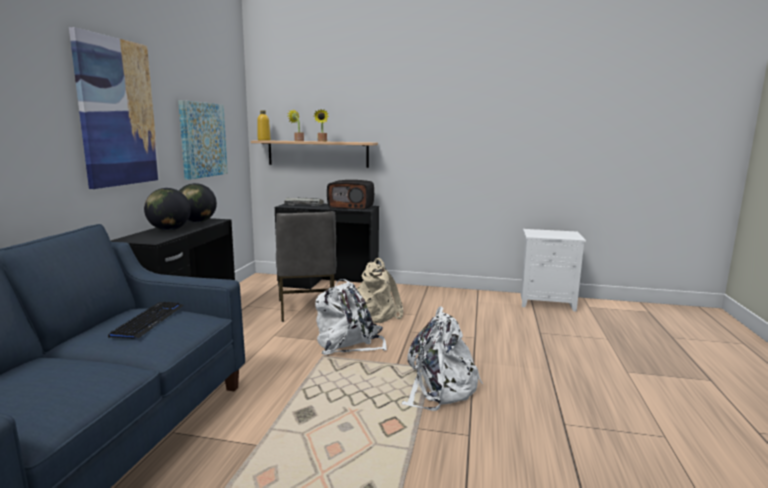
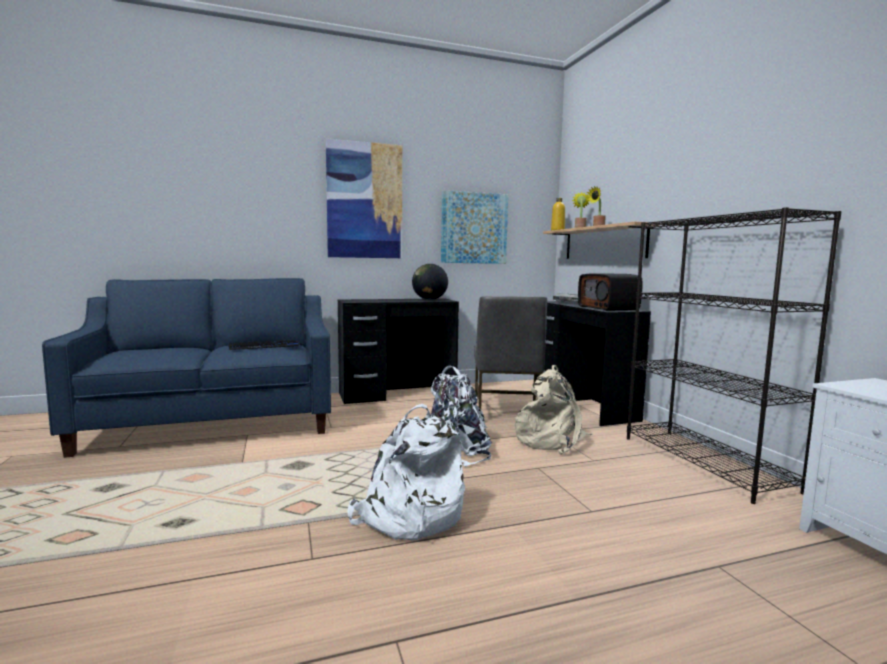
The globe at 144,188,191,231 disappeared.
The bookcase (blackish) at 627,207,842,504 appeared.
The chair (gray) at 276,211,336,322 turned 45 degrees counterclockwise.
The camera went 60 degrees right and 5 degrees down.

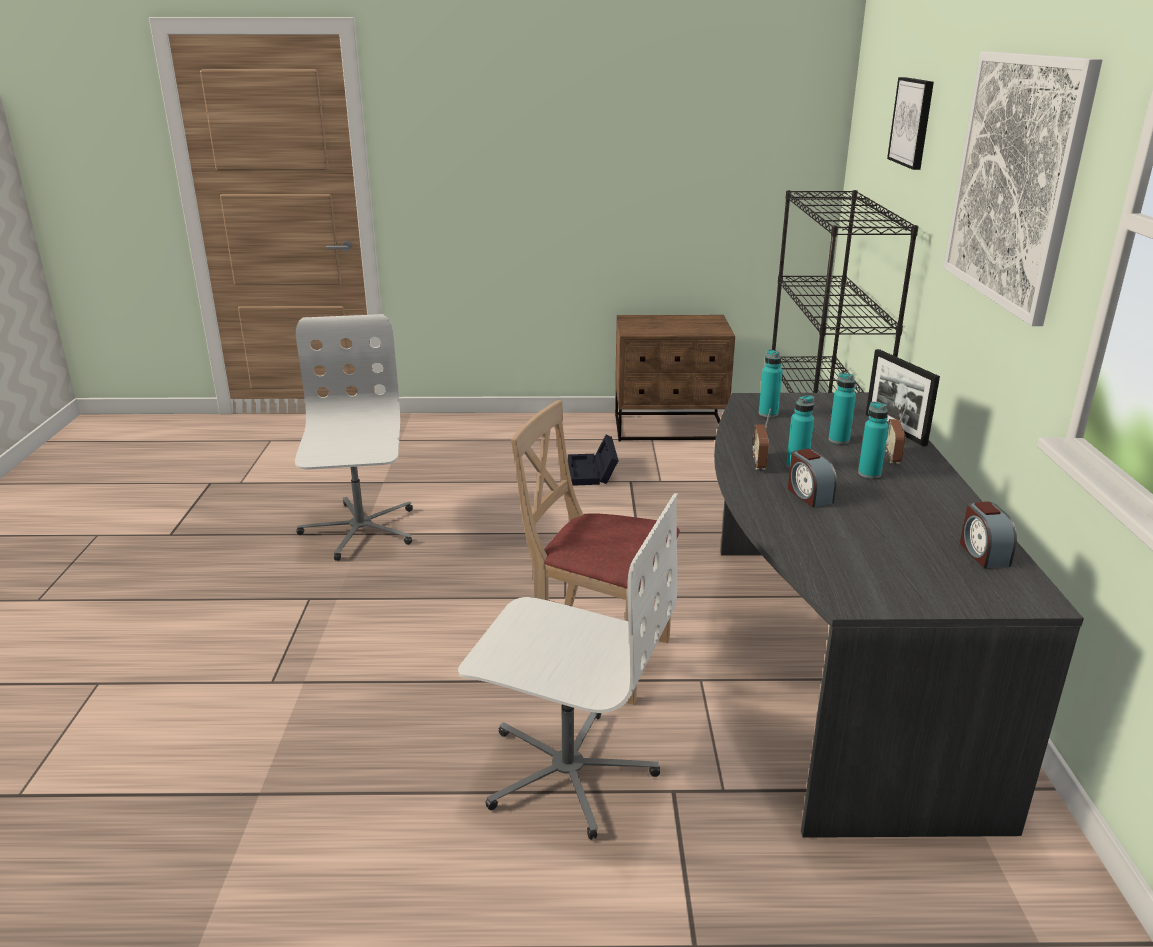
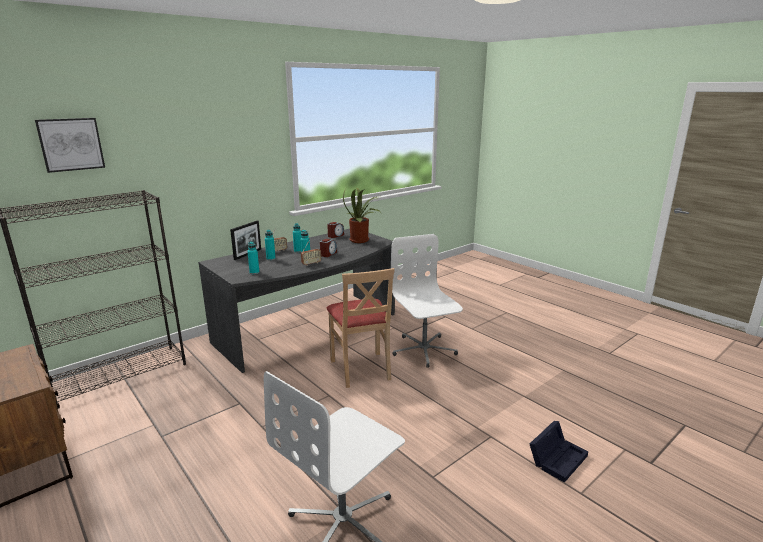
The picture at 943,52,1103,326 disappeared.
The plant in a pot at 343,187,381,243 appeared.
The storage box (blackish) moved from 568,435,619,486 to 530,421,588,483.
The camera went 130 degrees left and 5 degrees down.

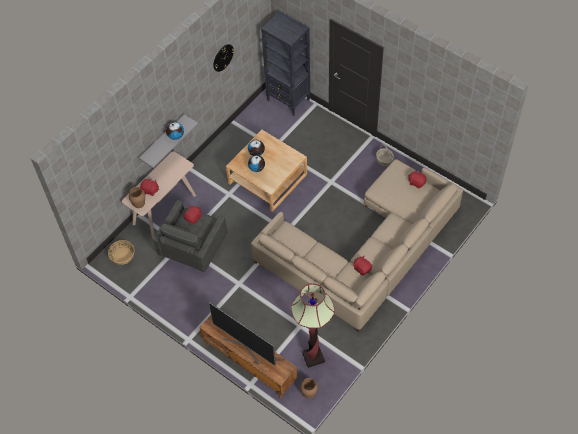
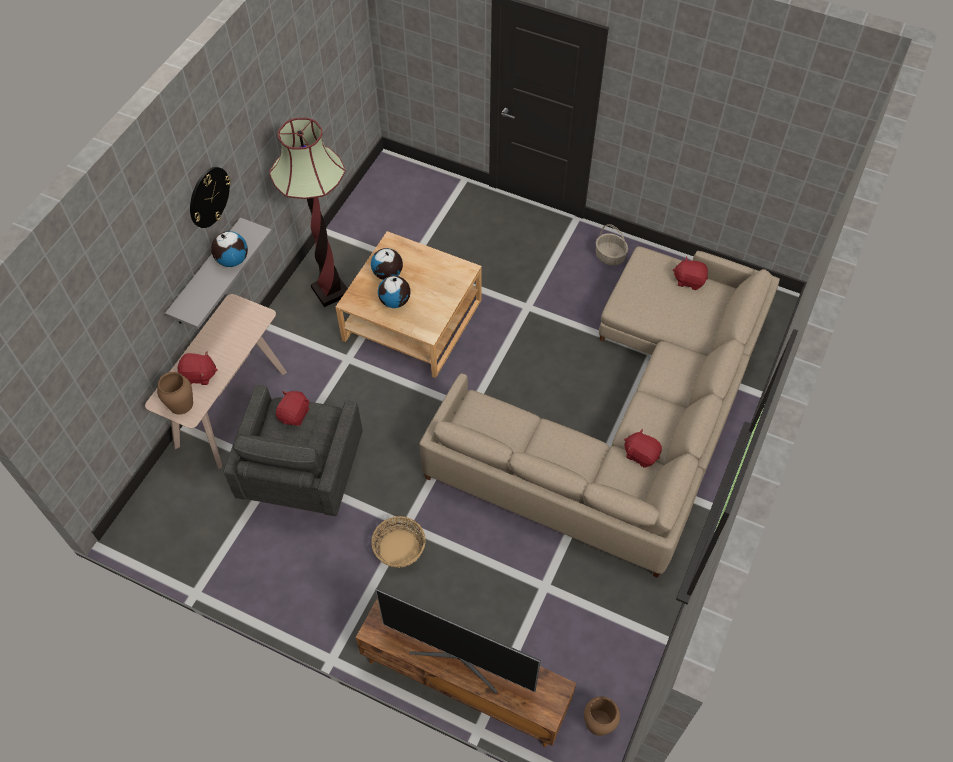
The bookcase (blackish) at 261,11,310,116 disappeared.
The household basket moved from 108,240,135,265 to 371,516,426,568.
The wall clock moved from 213,44,234,72 to 190,167,231,228.
The floor lamp moved from 291,283,335,368 to 269,118,347,307.
The camera went 15 degrees left and 0 degrees up.

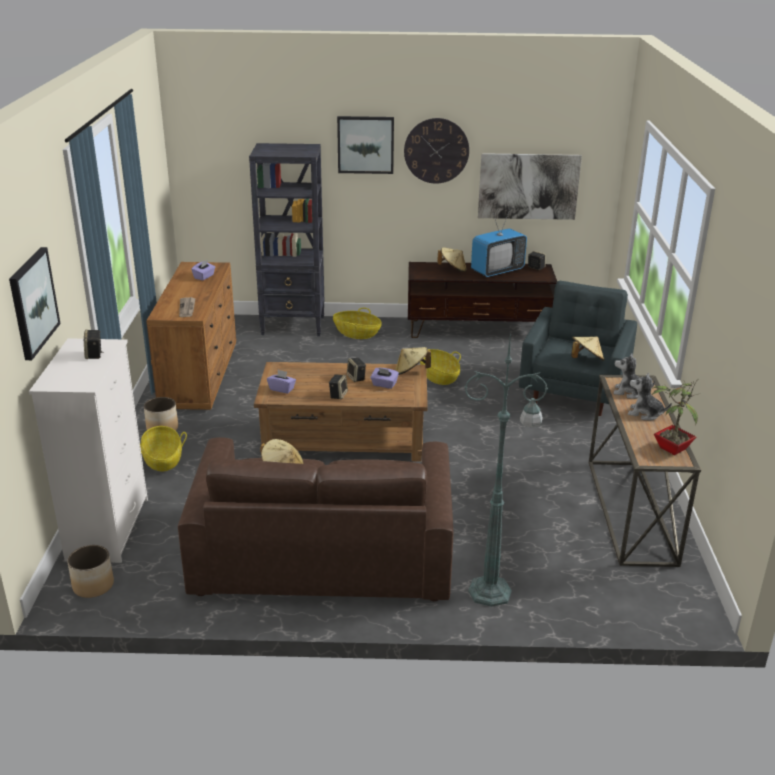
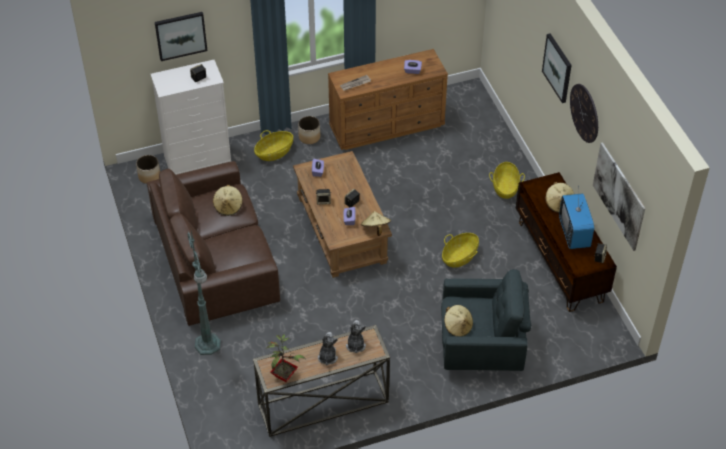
The bookcase (blackish) at 249,143,324,336 disappeared.
The TV at 471,208,527,277 turned 45 degrees clockwise.
The camera went 70 degrees right and 20 degrees up.

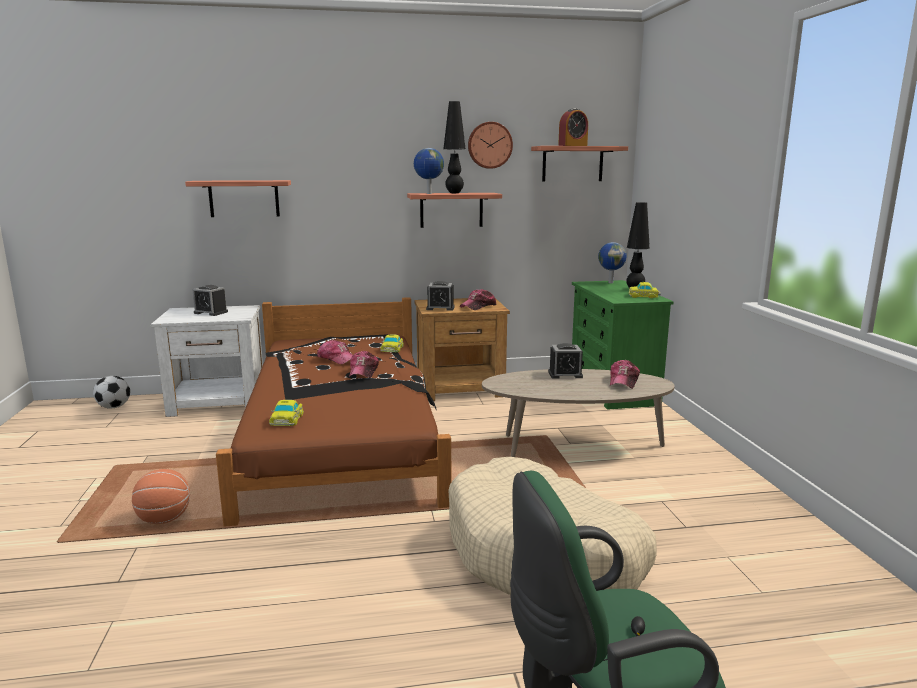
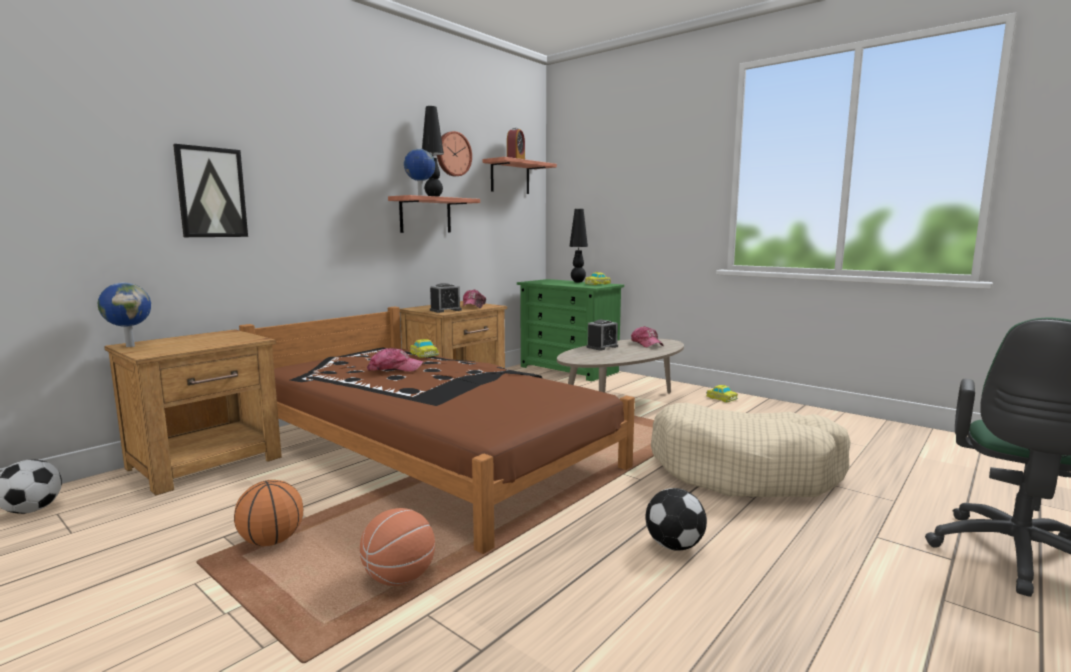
The table clock at 192,285,228,316 disappeared.
The baseball cap at 349,351,379,378 disappeared.
The ball for basketball at 234,480,303,546 appeared.
The football ball at 645,488,707,551 appeared.
The miniature car moved from 269,400,304,426 to 706,385,738,403.
The globe moved from 598,242,627,283 to 98,283,151,347.
The wall shelf at 185,180,291,217 was replaced by the picture at 173,144,248,237.
The night table (white-coloured) at 151,305,263,417 became the night table (brownish) at 105,329,282,495.
The camera went 40 degrees left and 5 degrees down.

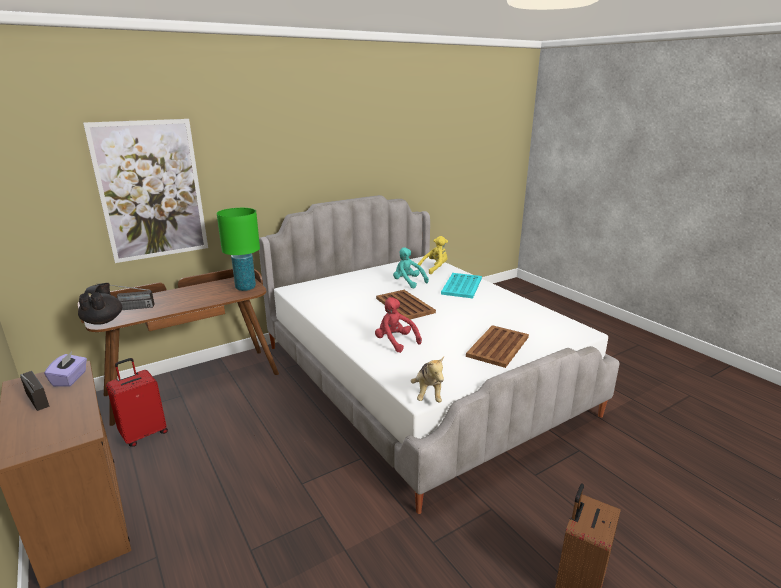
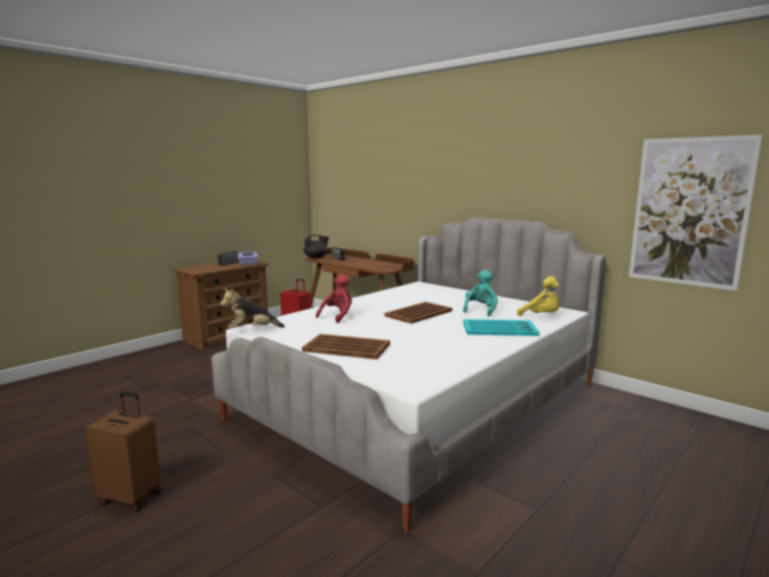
The table lamp (green-coloured) at 216,208,260,291 disappeared.
The picture moved from 83,119,208,263 to 629,135,762,291.
The camera went 75 degrees right and 10 degrees down.

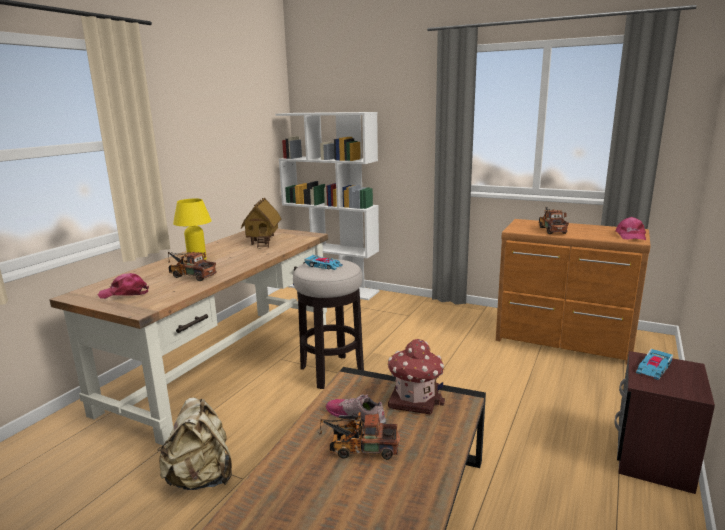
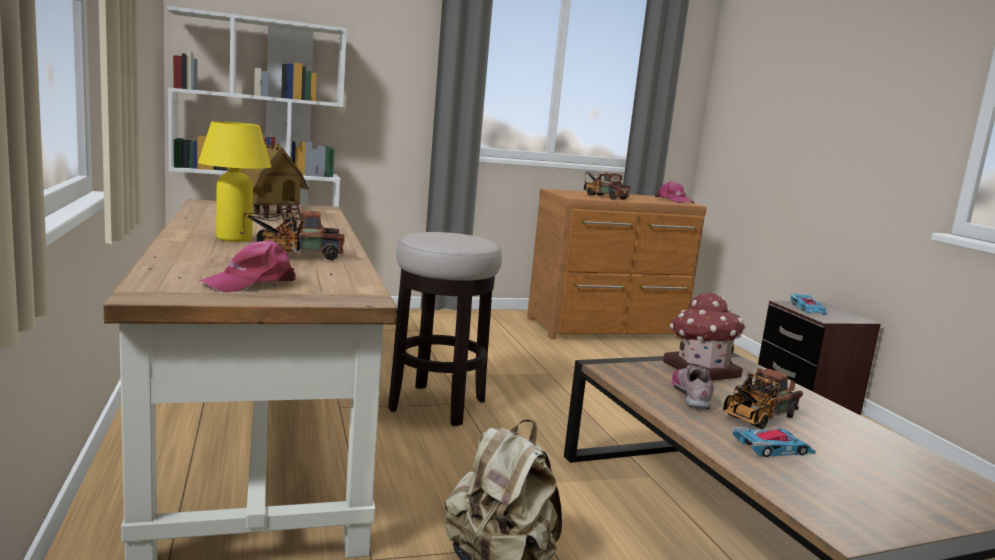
The miniature car moved from 304,255,343,270 to 732,427,816,457.
The low shoe at 326,394,386,424 turned 105 degrees clockwise.
The camera went 45 degrees left and 5 degrees down.

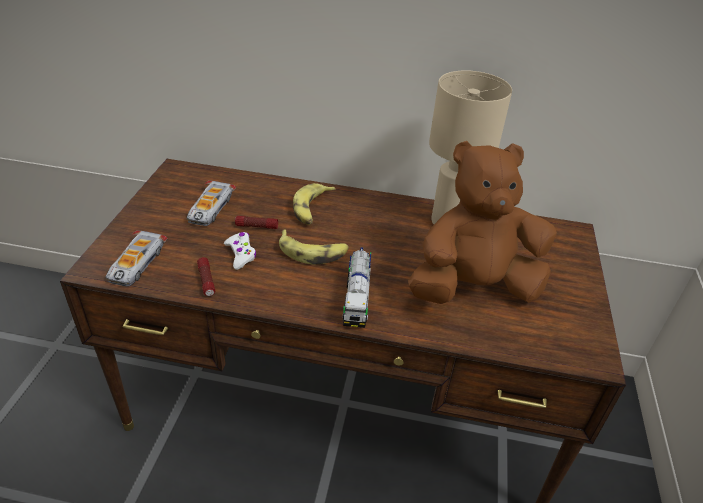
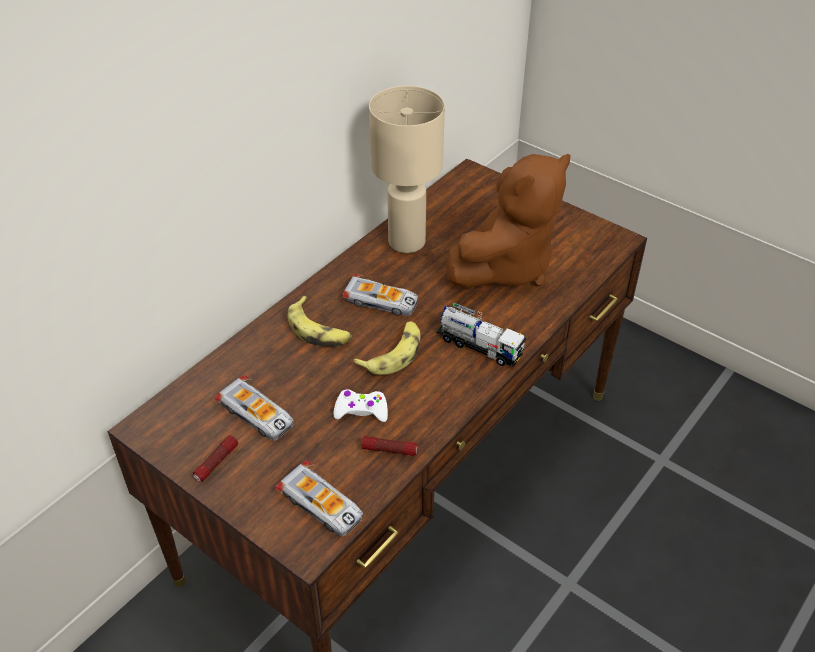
The miniature car at 343,273,418,316 appeared.
The torch moved from 235,216,278,229 to 193,435,238,482.
The cuddly toy (brownish) at 408,141,557,304 turned 150 degrees counterclockwise.
The camera went 60 degrees left and 5 degrees up.

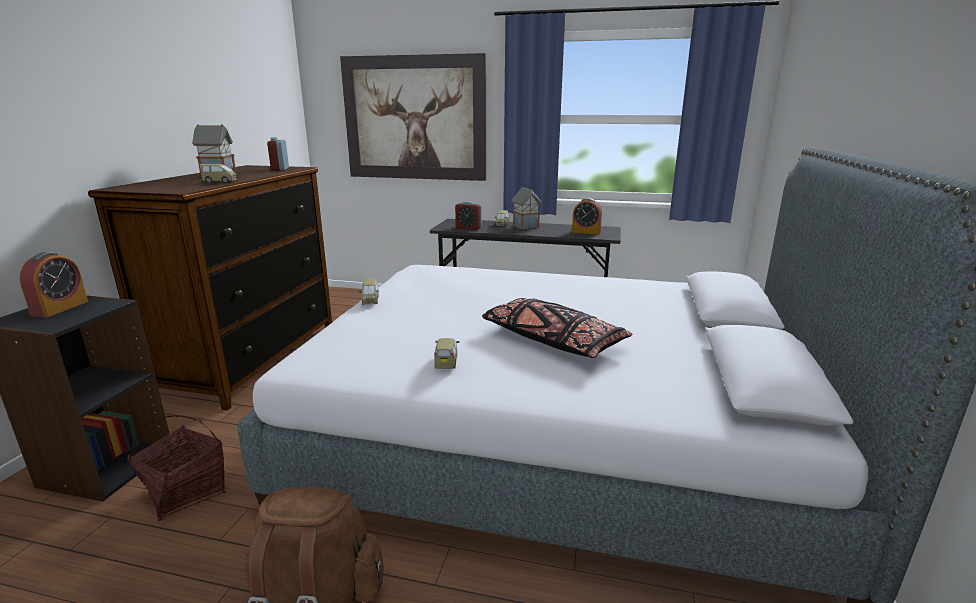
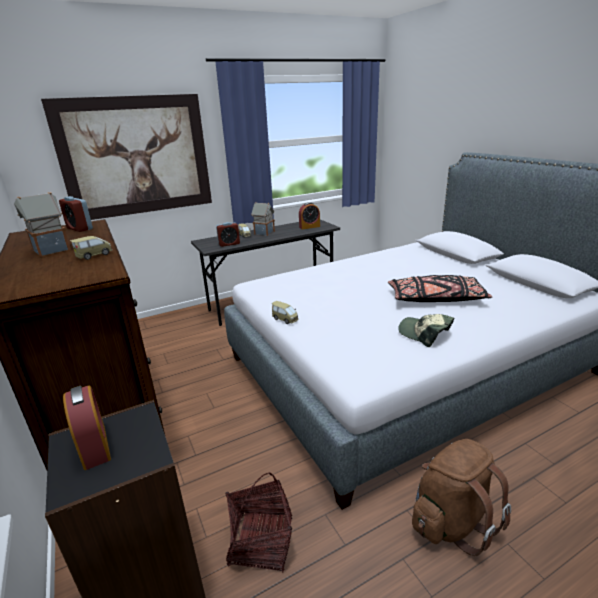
The miniature car at 434,338,459,369 was replaced by the baseball cap at 398,314,454,347.
The camera went 40 degrees left and 5 degrees up.

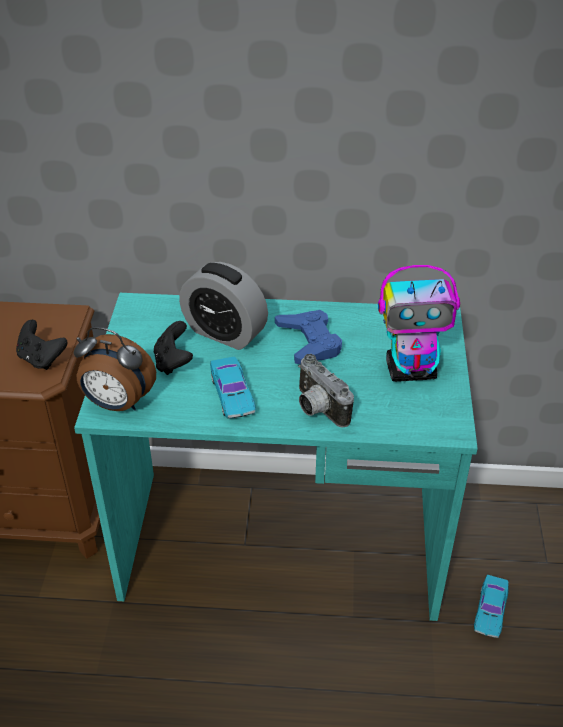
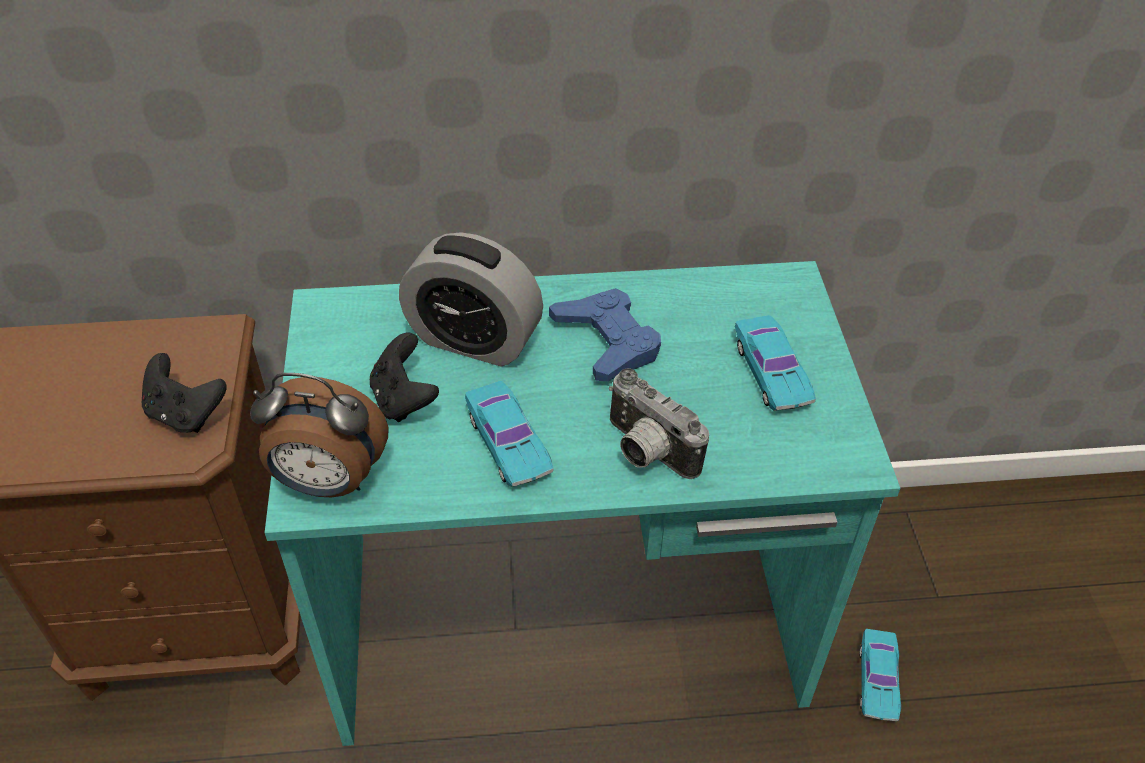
The model robot at 378,265,460,382 was replaced by the miniature car (turquoise) at 735,315,816,411.
The camera went 10 degrees left and 5 degrees up.

